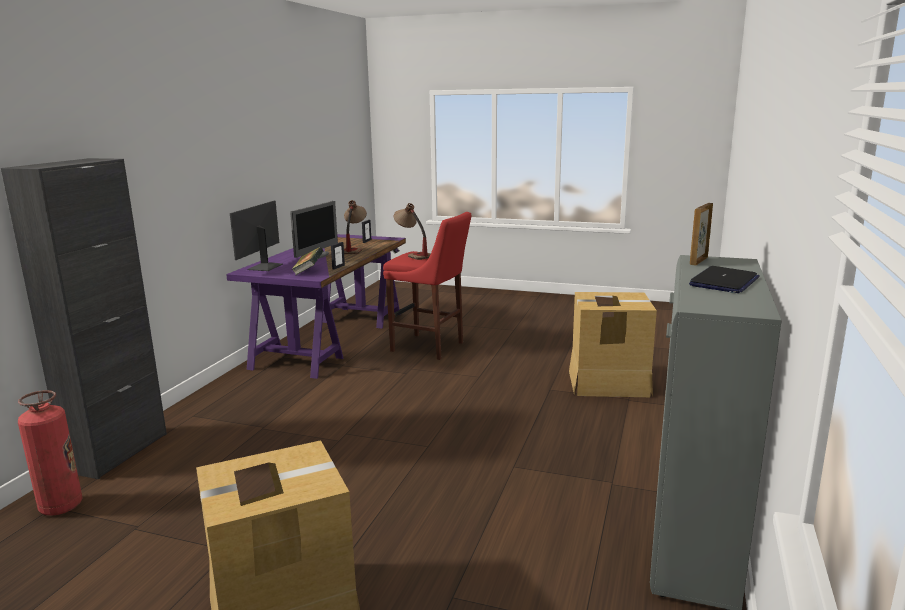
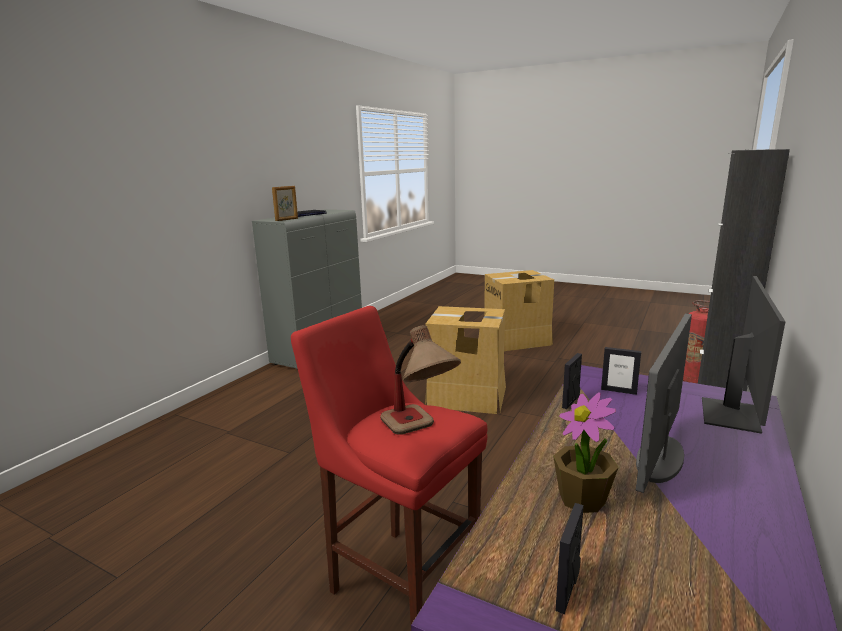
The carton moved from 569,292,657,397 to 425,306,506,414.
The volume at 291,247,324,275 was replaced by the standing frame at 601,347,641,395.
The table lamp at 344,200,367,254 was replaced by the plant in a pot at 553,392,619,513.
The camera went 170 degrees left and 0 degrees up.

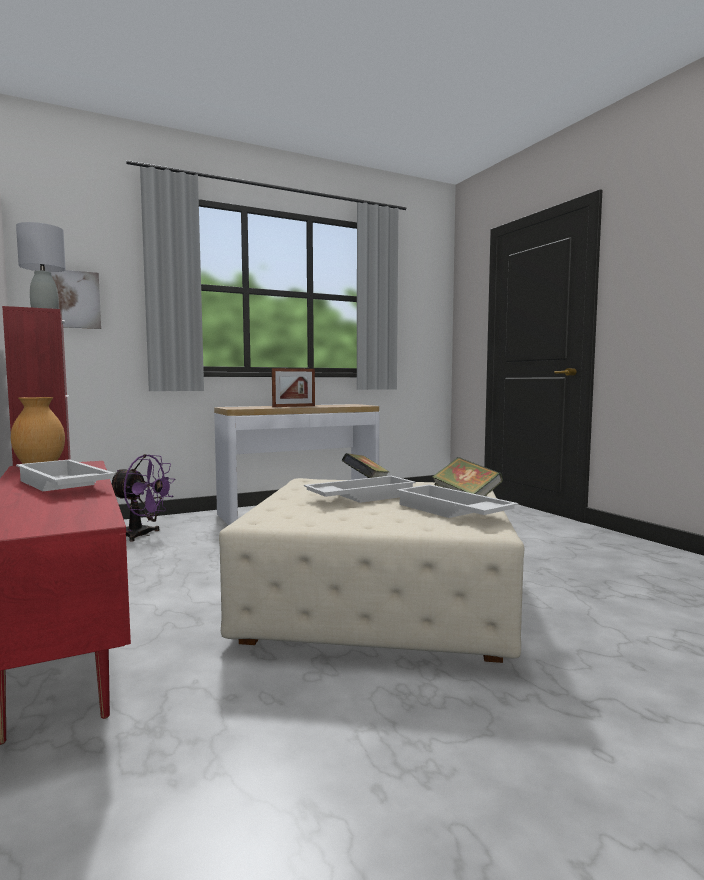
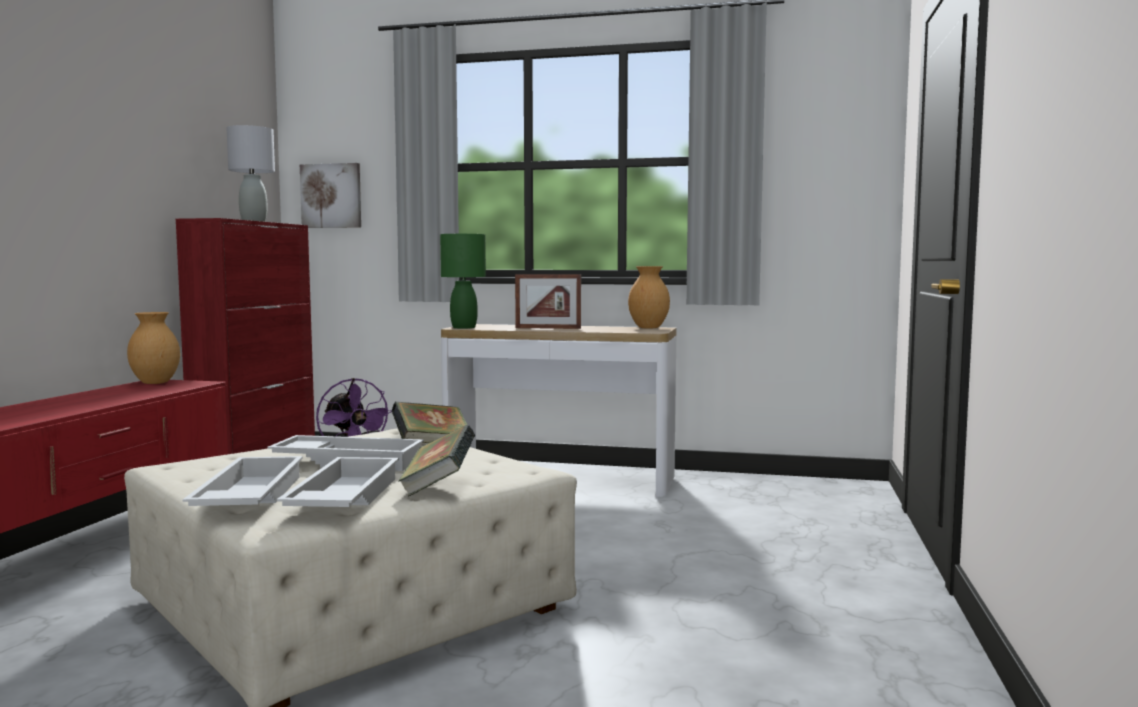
The table lamp (green-coloured) at 440,234,486,329 appeared.
The decorative vase (brownish) at 628,266,670,329 appeared.
The tray (white-coloured) moved from 16,459,116,491 to 183,456,303,506.
The camera went 40 degrees right and 0 degrees up.

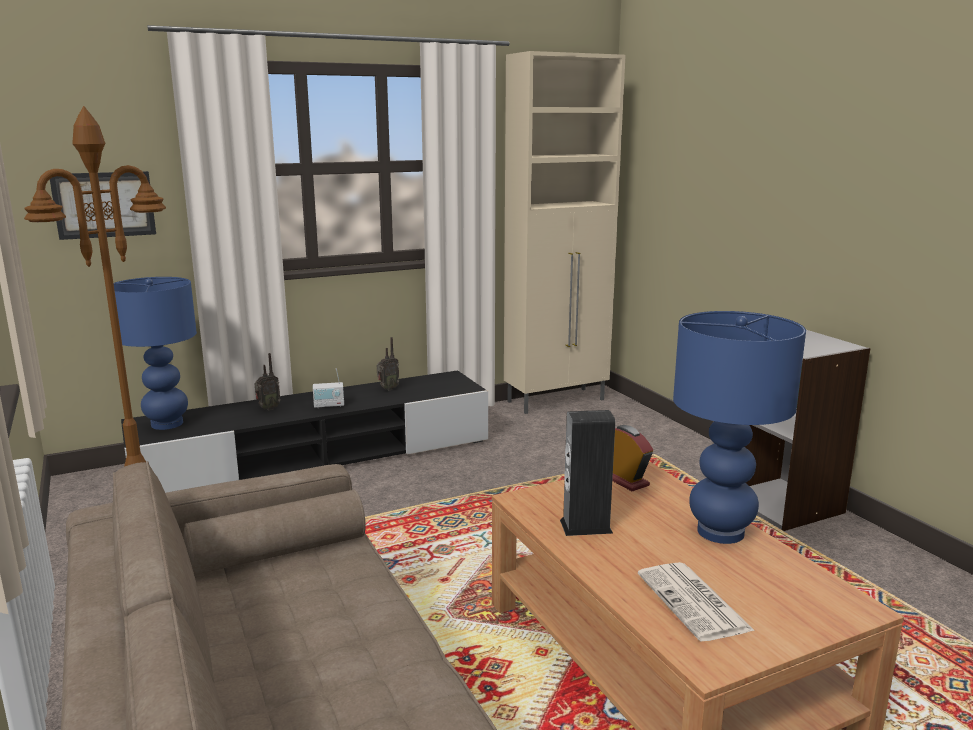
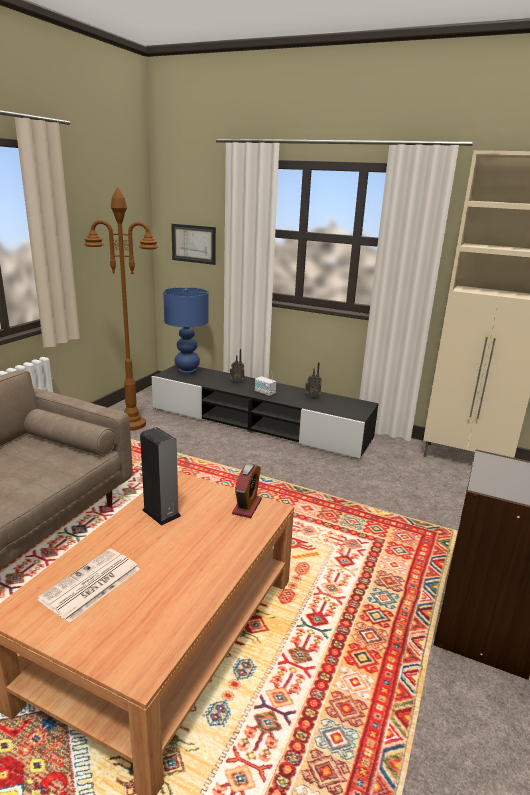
The table lamp (blue-coloured) at 673,311,806,544 disappeared.
The camera went 50 degrees right and 5 degrees up.

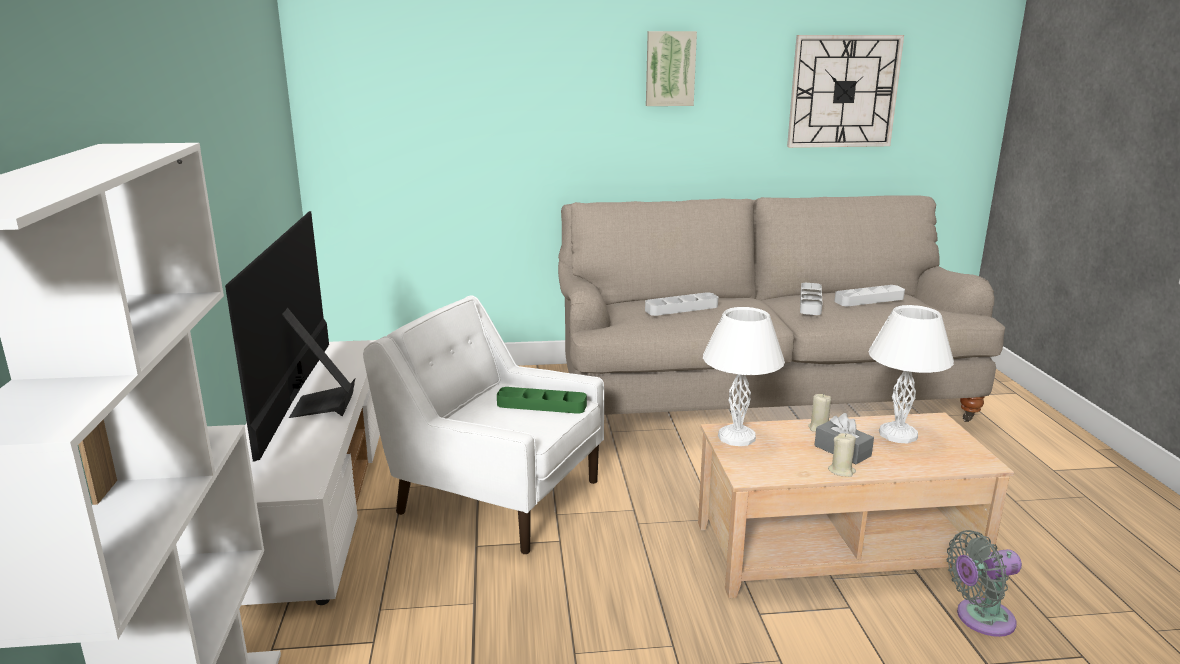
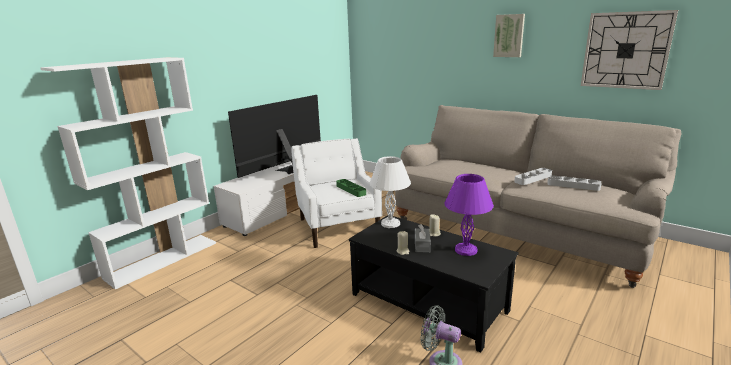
The tray (gray) at 645,292,718,316 disappeared.
The low table (beige) at 698,413,1014,598 became the low table (blackish) at 349,215,519,353.
The table lamp (white-coloured) at 868,305,954,444 became the table lamp (purple-coloured) at 444,174,494,256.
The camera went 45 degrees right and 0 degrees up.

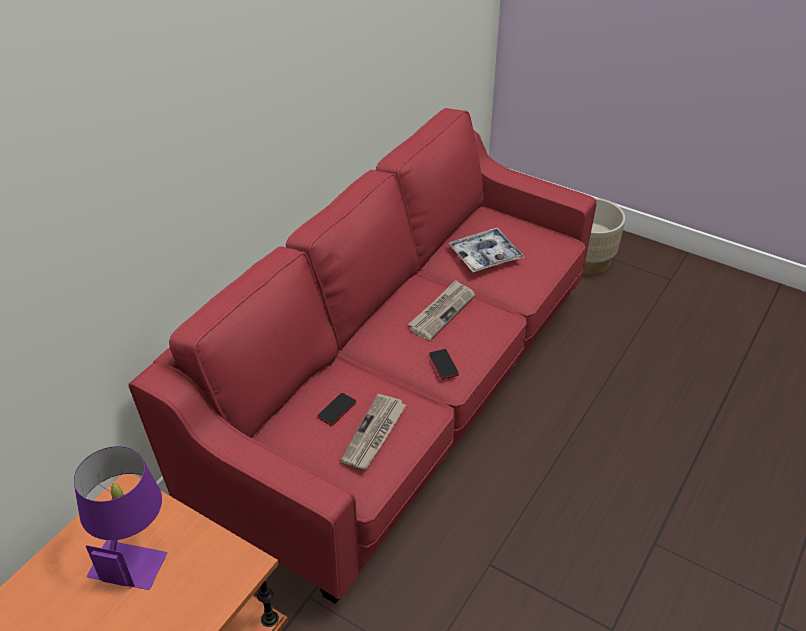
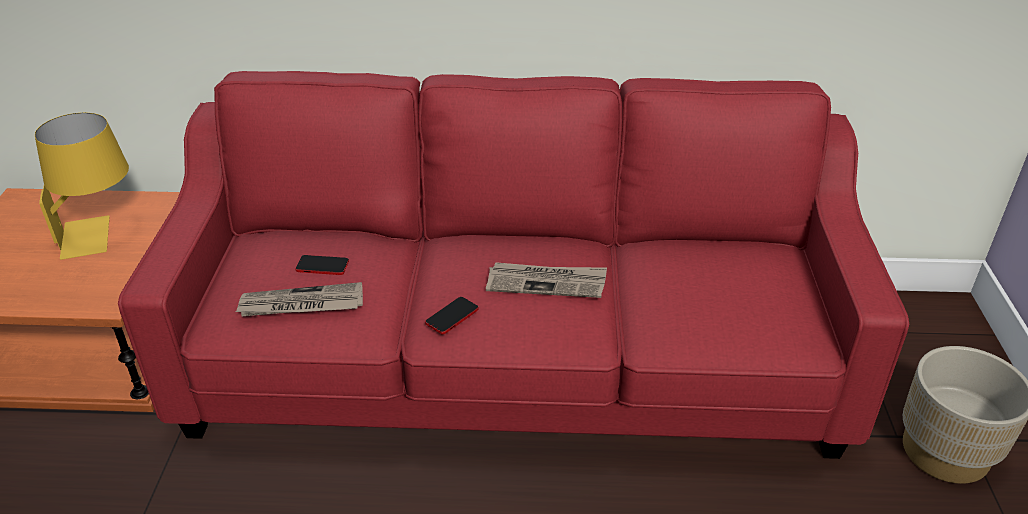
The tray at 449,228,524,272 disappeared.
The table lamp (purple-coloured) at 74,446,167,590 became the table lamp (yellow) at 35,113,129,260.
The camera went 60 degrees right and 5 degrees down.

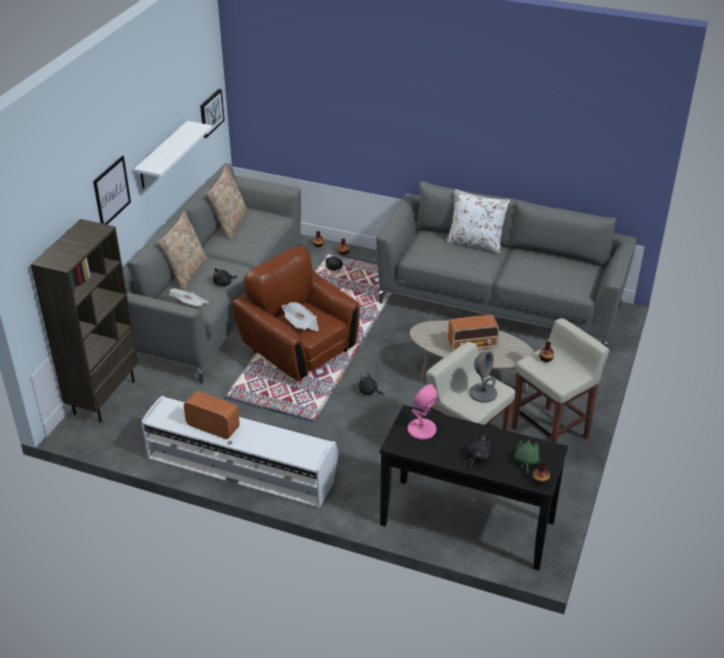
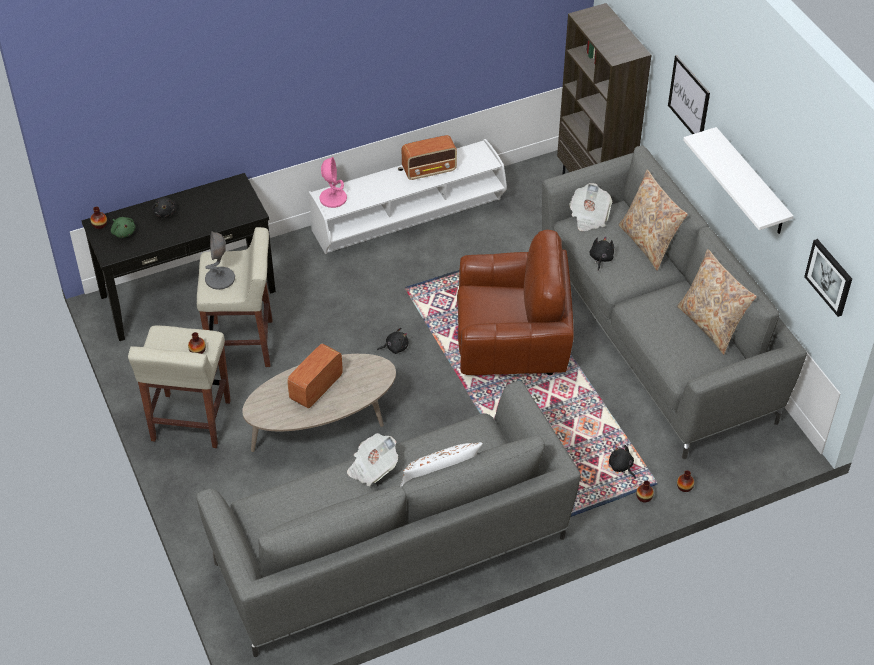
The daily paper moved from 282,302,319,331 to 347,433,398,486.
The table lamp (pink-coloured) moved from 407,384,437,440 to 319,157,347,208.
The camera went 135 degrees right and 10 degrees up.

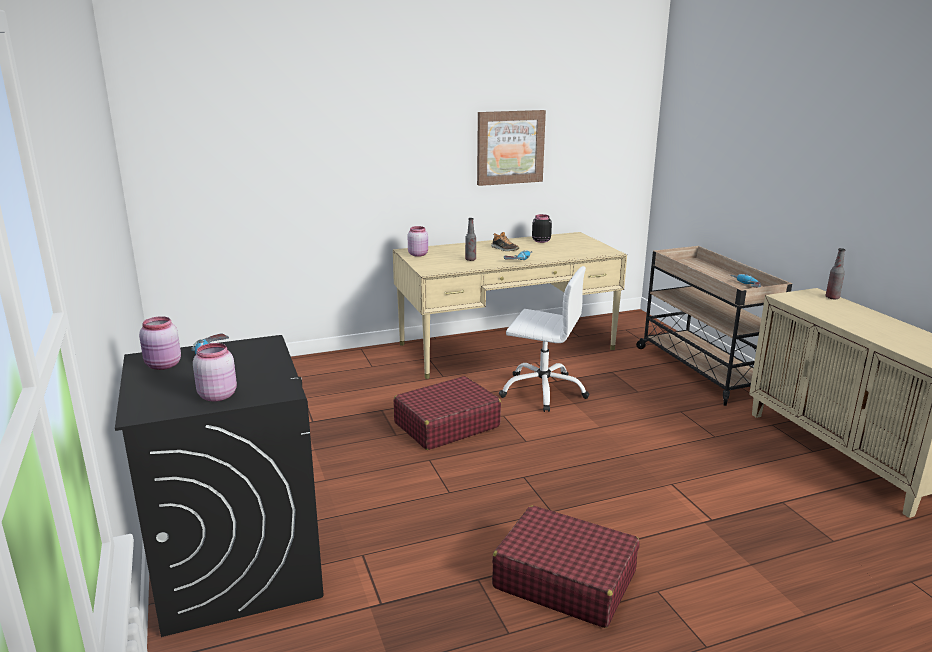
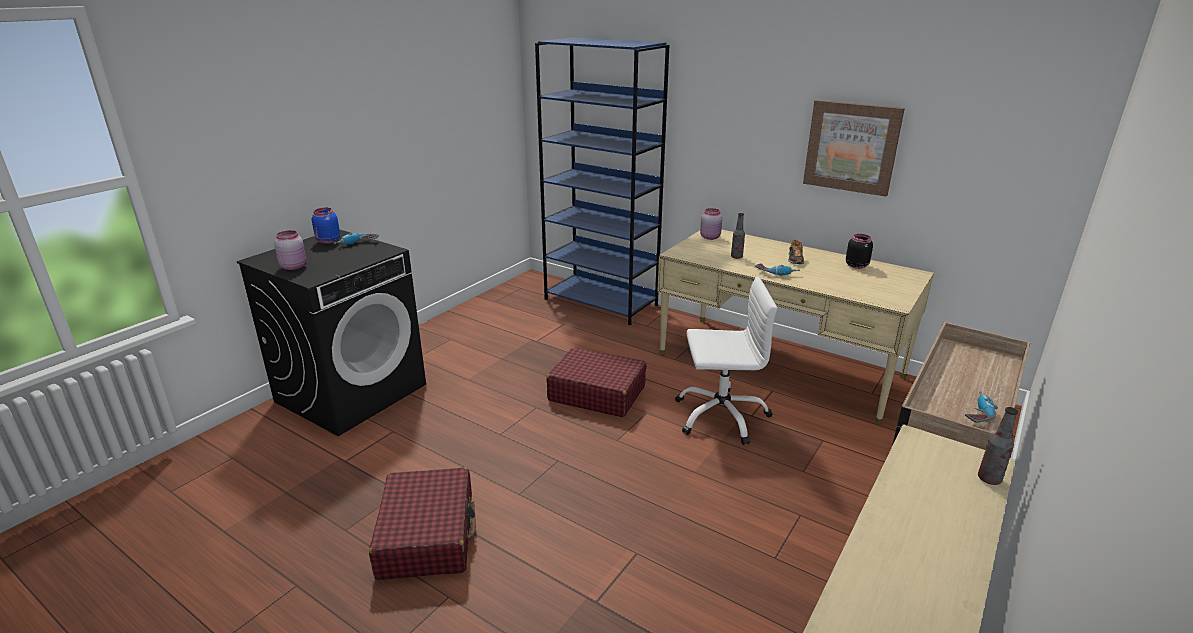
The bookcase (blue-coloured) at 535,37,669,325 appeared.
The storage jar (pink-coloured) at 139,316,181,370 became the storage jar (blue-coloured) at 312,208,340,244.
The desk chair (white-coloured) at 499,266,590,412 turned 75 degrees counterclockwise.
The camera went 55 degrees right and 5 degrees up.

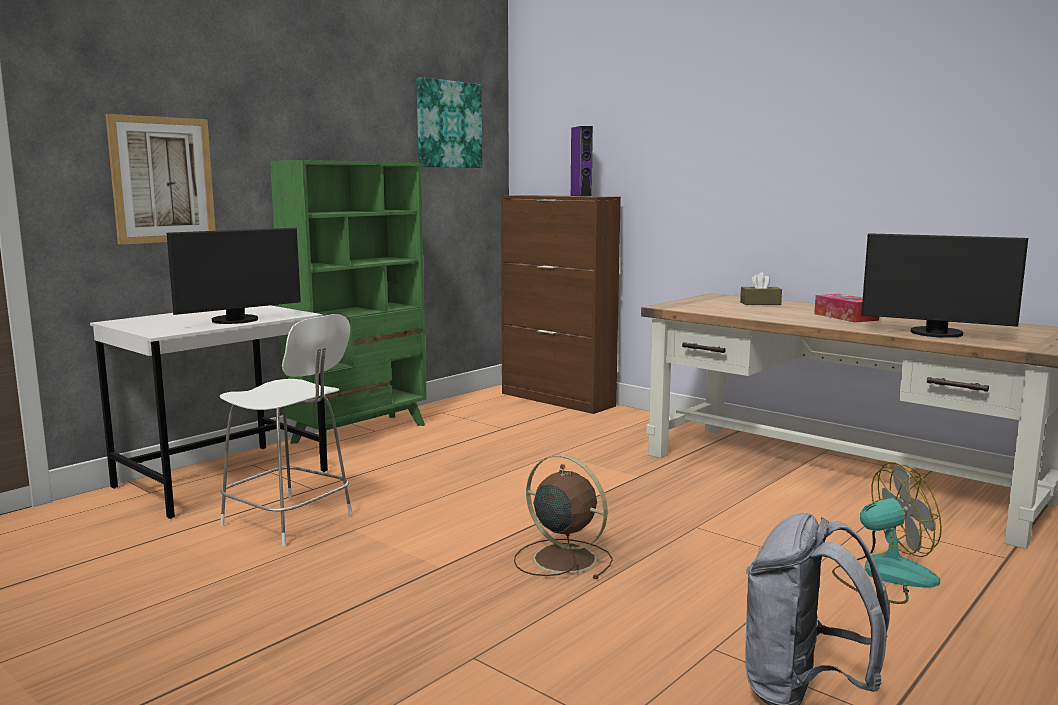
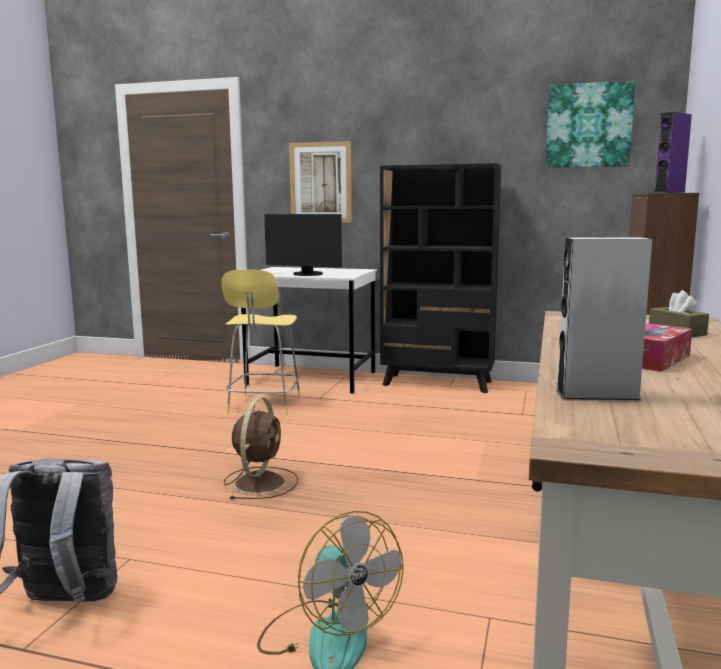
The computer display at 861,233,1028,338 was replaced by the speaker (gray) at 556,237,652,400.
The stool (white-coloured) at 220,314,352,546 became the stool (yellow) at 221,270,301,415.
The bookcase (green-coloured) at 270,160,427,454 became the bookcase (blackish) at 380,163,501,393.
The camera went 65 degrees right and 0 degrees up.

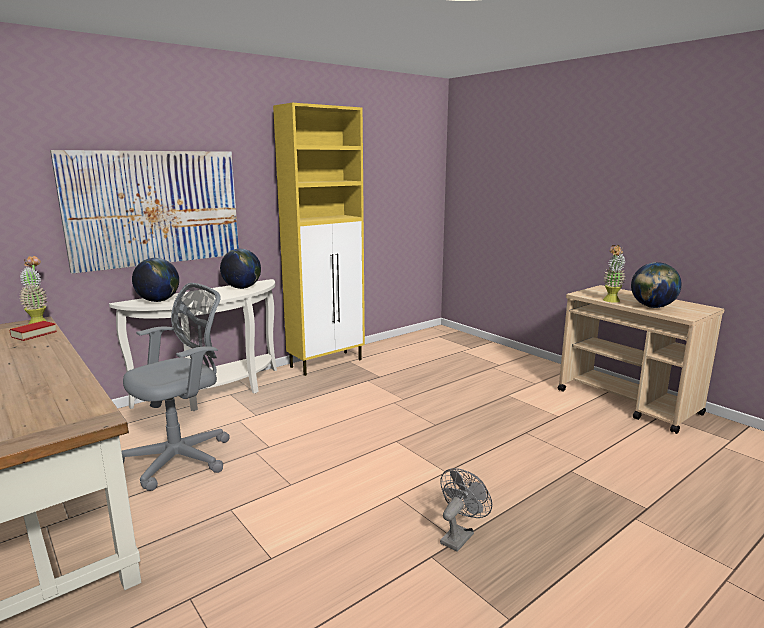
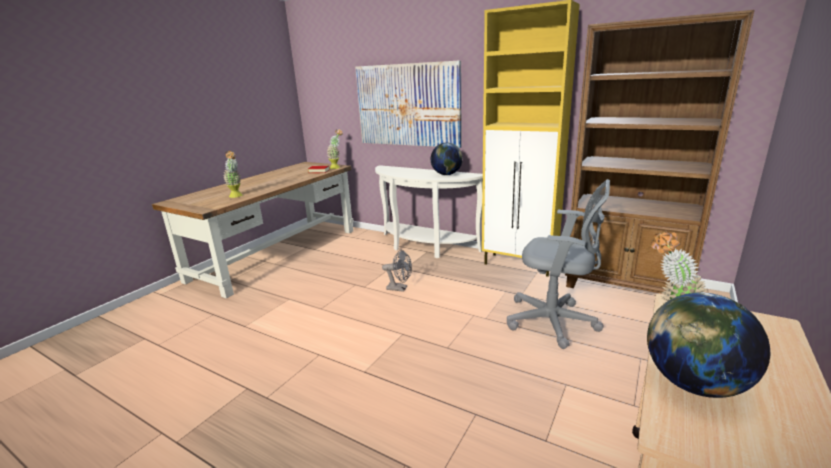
The globe at 132,258,179,302 disappeared.
The plant in a pot at 223,151,242,198 appeared.
The bookcase (brownish) at 565,10,754,295 appeared.
The desk chair (gray) moved from 122,283,230,491 to 507,179,610,349.
The electric fan (gray) moved from 440,468,492,552 to 382,250,412,292.
The camera went 70 degrees right and 5 degrees up.

